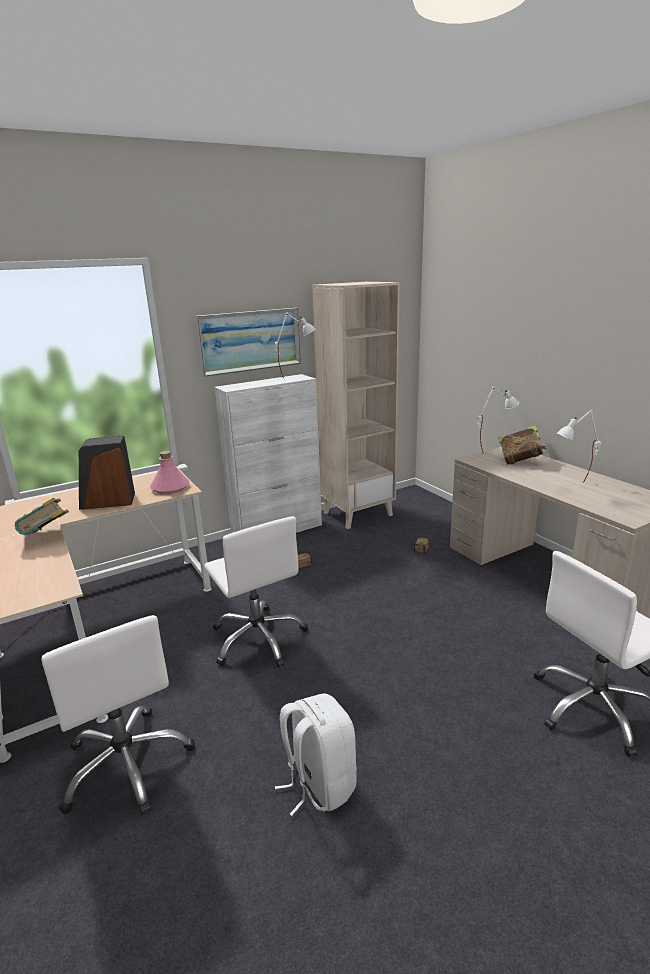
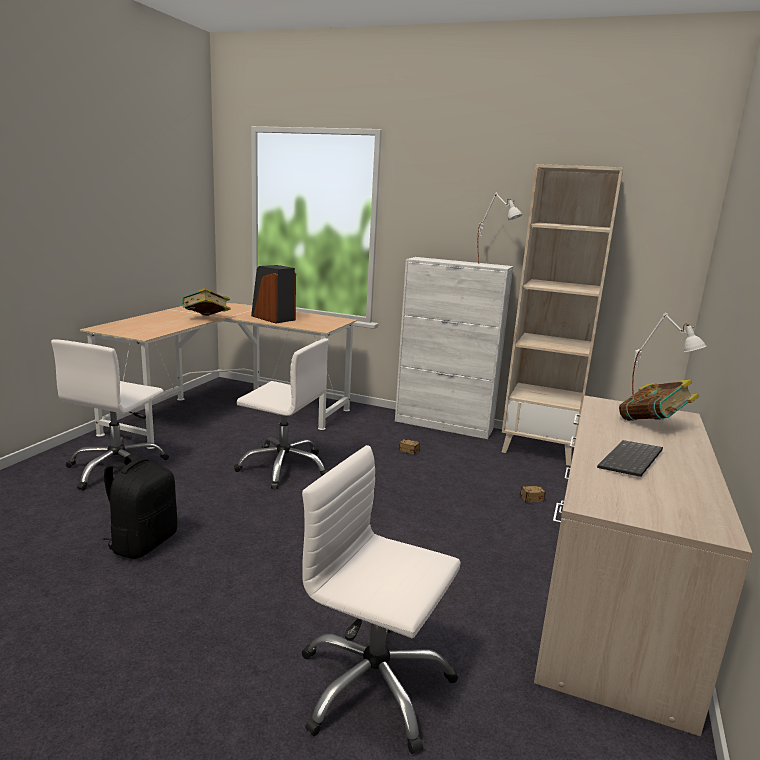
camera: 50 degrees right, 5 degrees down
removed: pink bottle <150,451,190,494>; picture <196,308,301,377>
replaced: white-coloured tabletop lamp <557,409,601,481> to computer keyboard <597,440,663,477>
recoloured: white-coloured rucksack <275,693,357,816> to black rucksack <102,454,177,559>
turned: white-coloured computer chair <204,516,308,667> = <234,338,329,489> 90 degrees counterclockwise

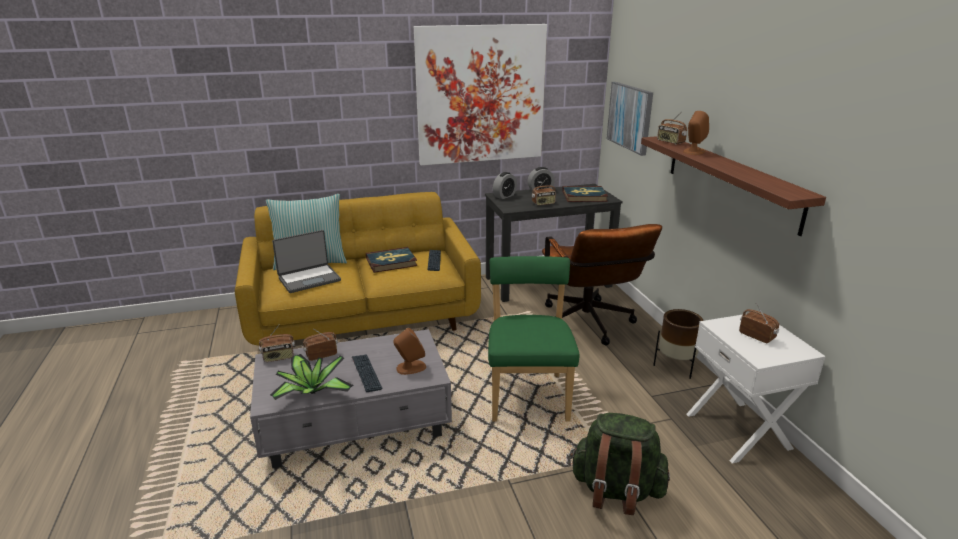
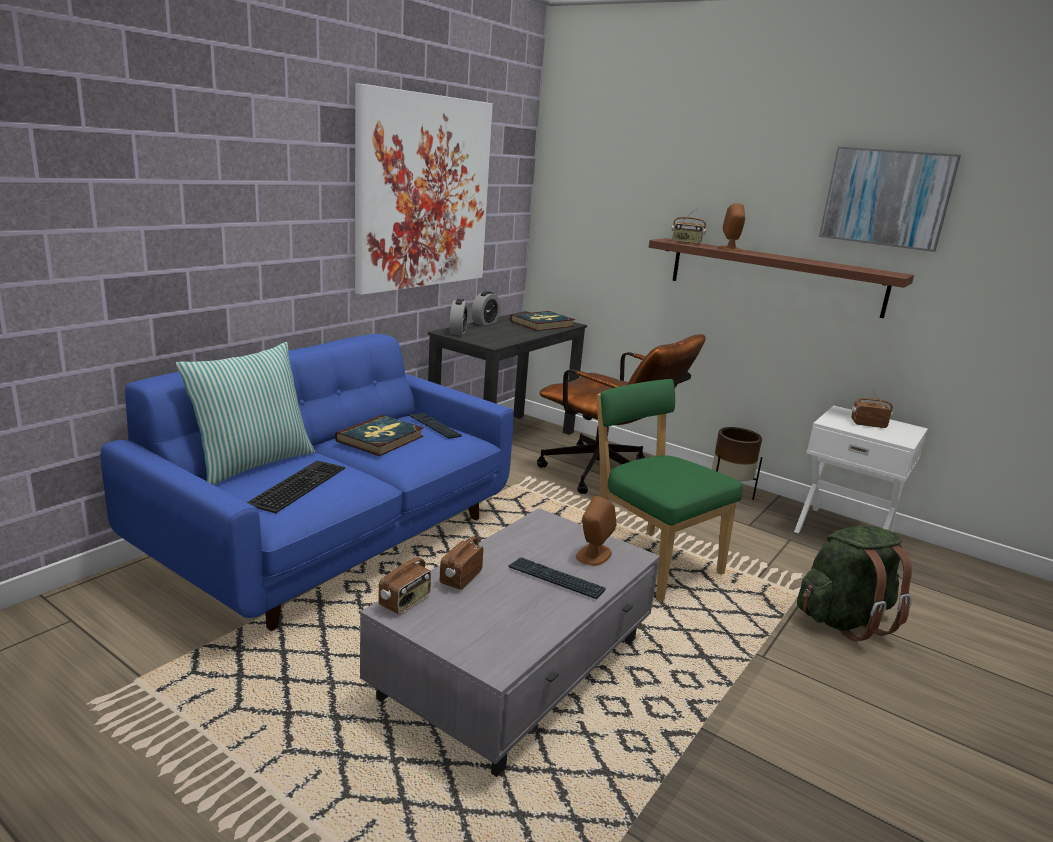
camera: 40 degrees left, 5 degrees down
removed: plant in a pot <270,354,354,400>; radio set <532,178,556,205>
moved: picture <606,82,653,156> to <819,147,961,252>
replaced: notebook computer <272,230,341,293> to computer keyboard <247,461,345,513>
recoloured: yellow-coloured couch <235,192,481,345> to blue-coloured couch <101,334,514,631>

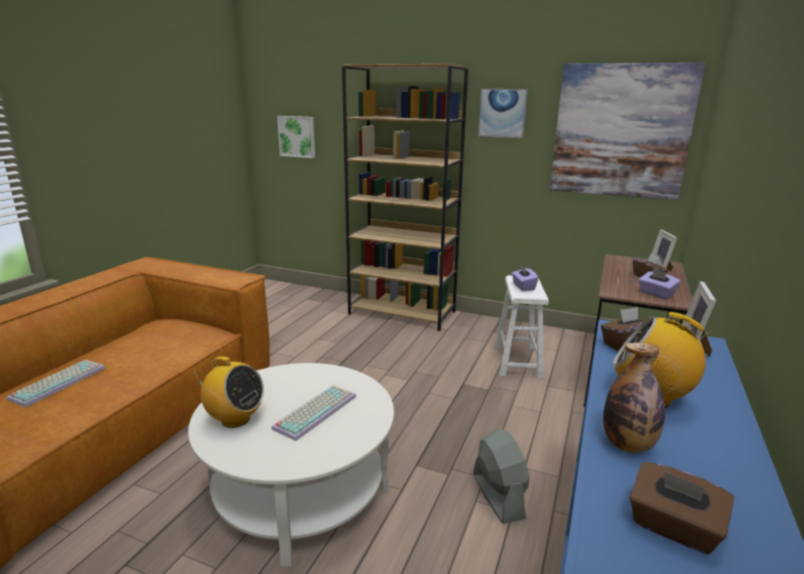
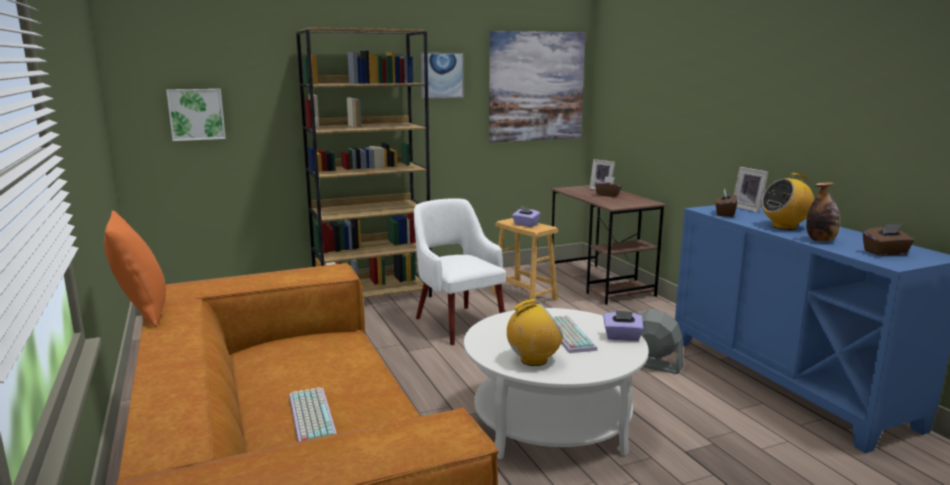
camera: 45 degrees left, 5 degrees down
added: orange-coloured cushion <104,211,166,327>; white-coloured armchair <414,198,506,345>
moved: purple-coloured tissue holder <638,269,681,299> to <603,310,644,341>
recoloured: white-coloured stool <495,275,549,379> to brownish stool <492,218,558,304>

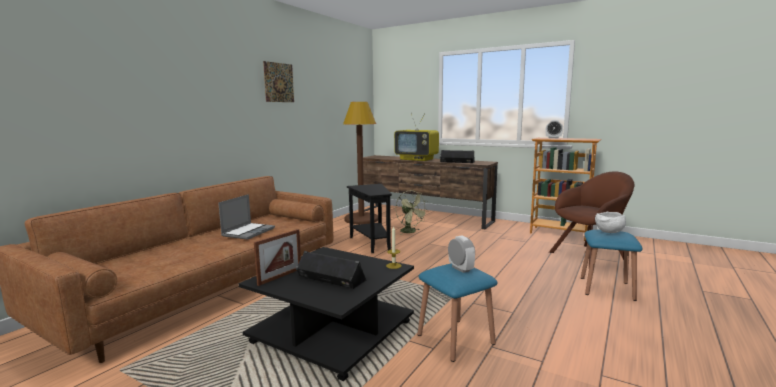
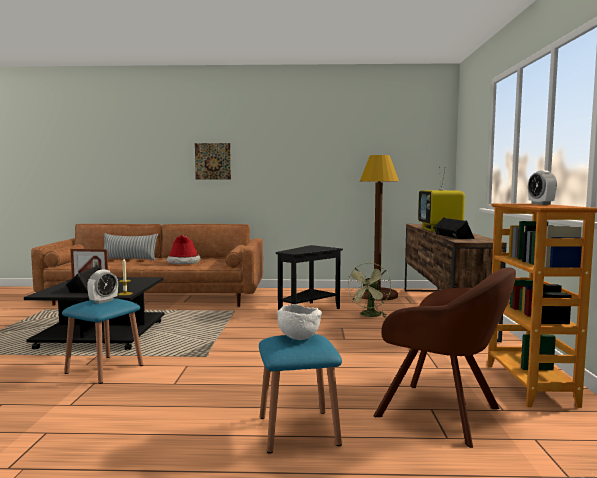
camera: 60 degrees right, 5 degrees down
added: cushion <104,233,158,261>
moved: picture <263,61,294,102> to <195,143,231,179>
replaced: notebook computer <218,194,275,240> to wearable hat <167,235,201,264>

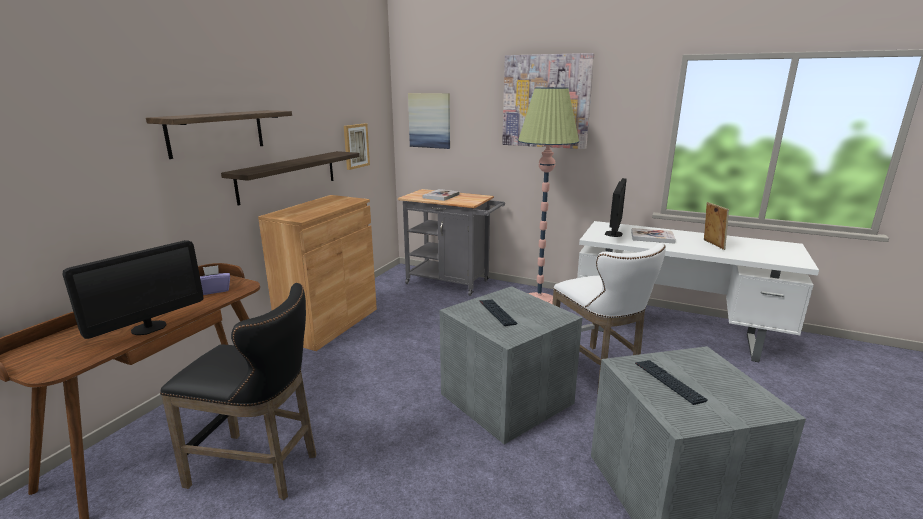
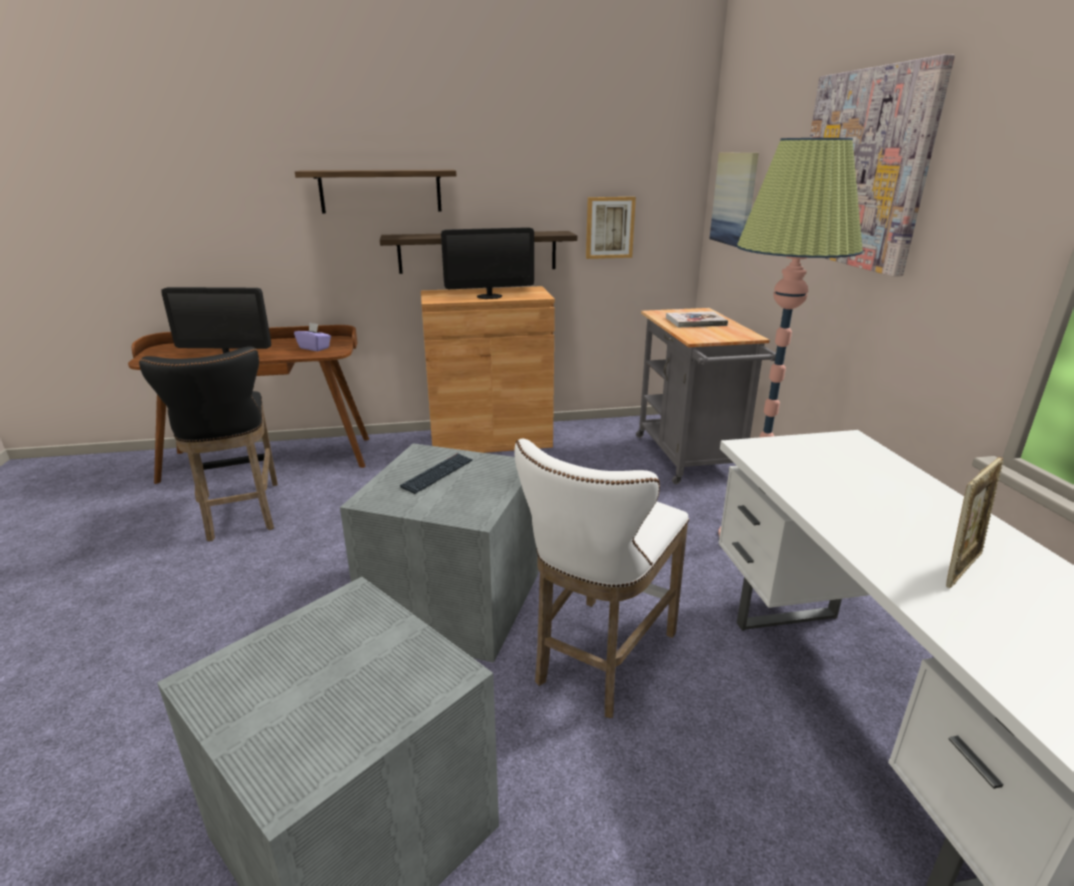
camera: 55 degrees right, 5 degrees up
removed: bound book <631,228,676,244>; computer keyboard <635,360,708,405>
moved: computer display <605,178,627,237> to <441,227,534,299>

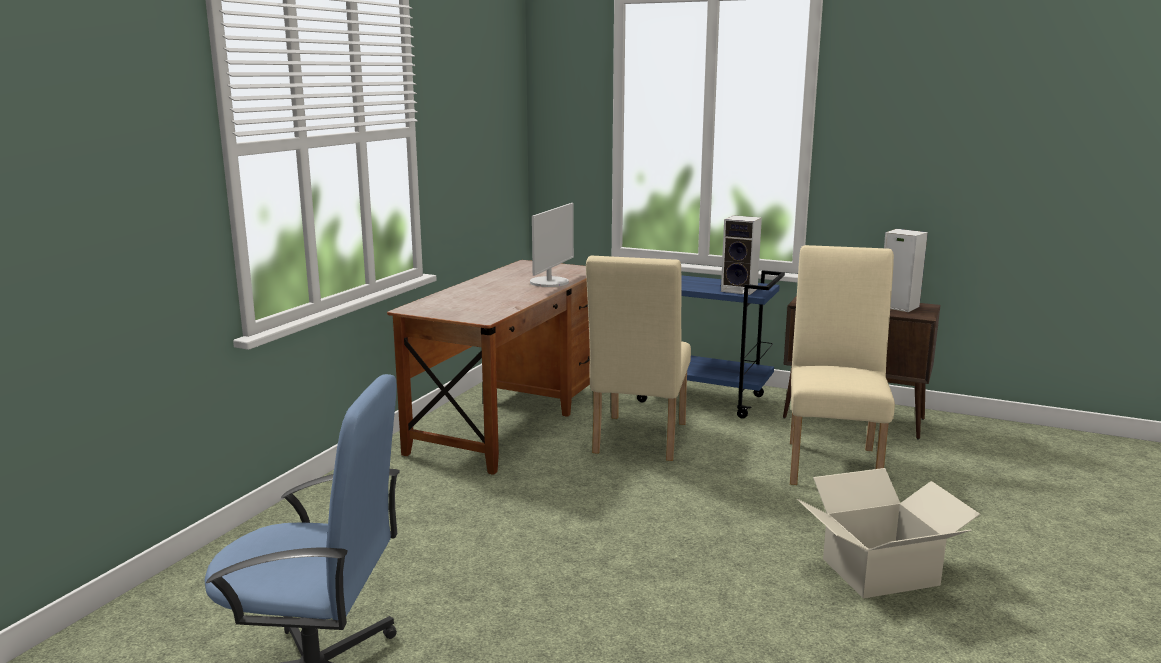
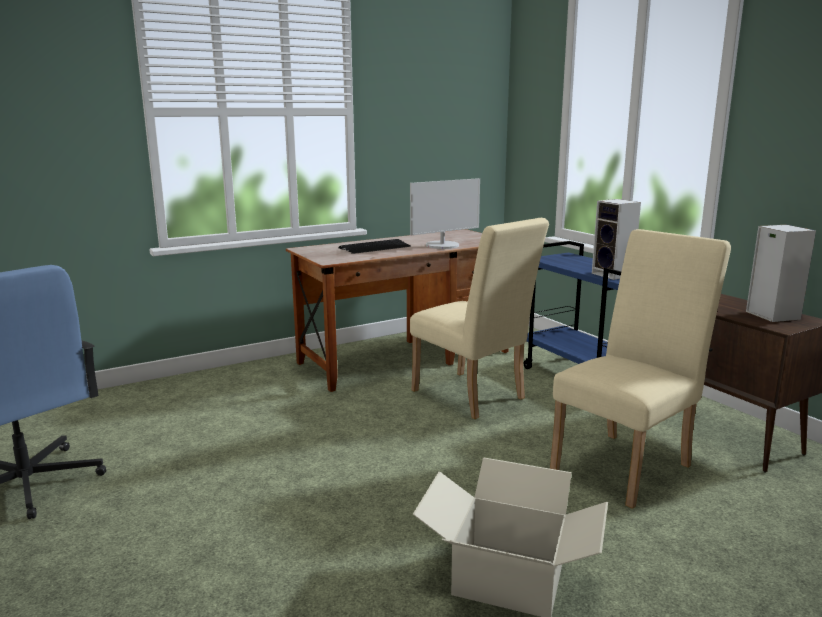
camera: 35 degrees right, 0 degrees up
added: computer keyboard <338,239,411,254>
turned: beige-coloured upright chair <586,256,691,461> = <410,218,549,419> 90 degrees counterclockwise

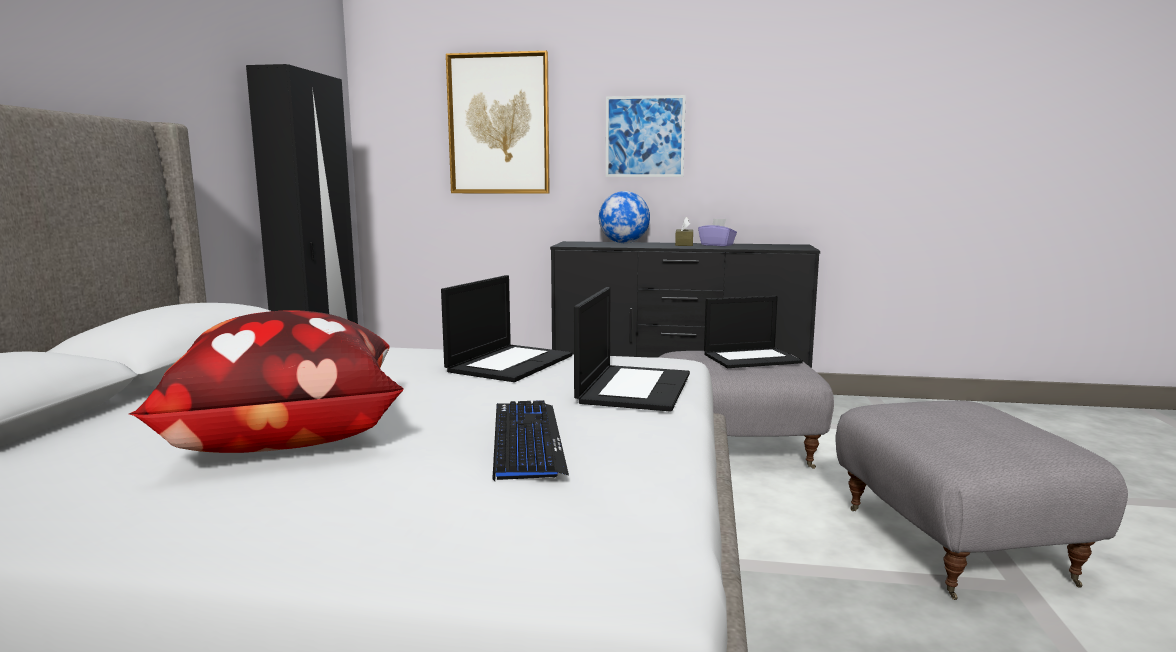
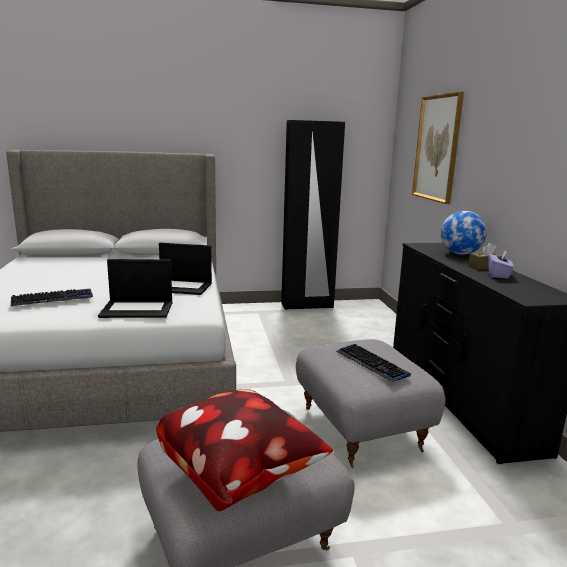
camera: 70 degrees right, 5 degrees up
removed: picture <606,95,686,177>
moved: cushion <129,310,404,453> to <156,389,333,511>
replaced: notebook computer <704,296,803,368> to computer keyboard <336,344,411,382>

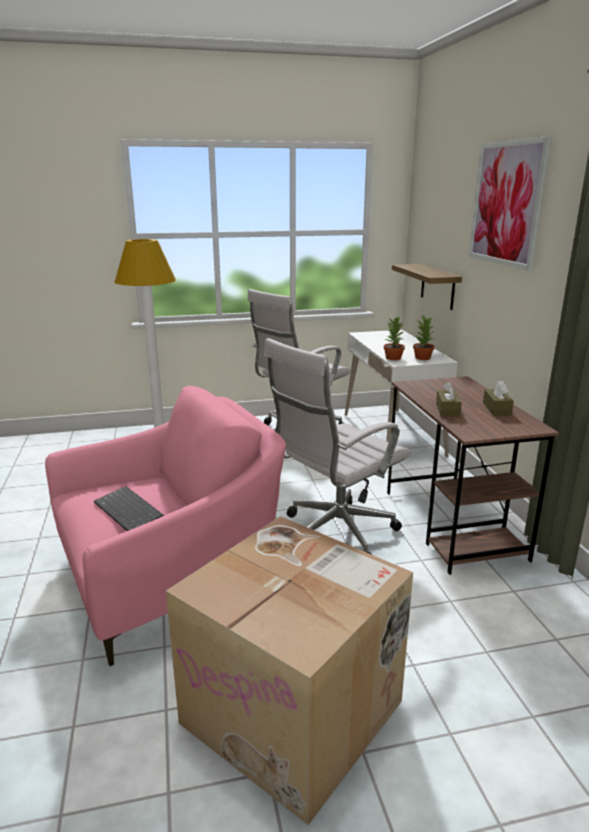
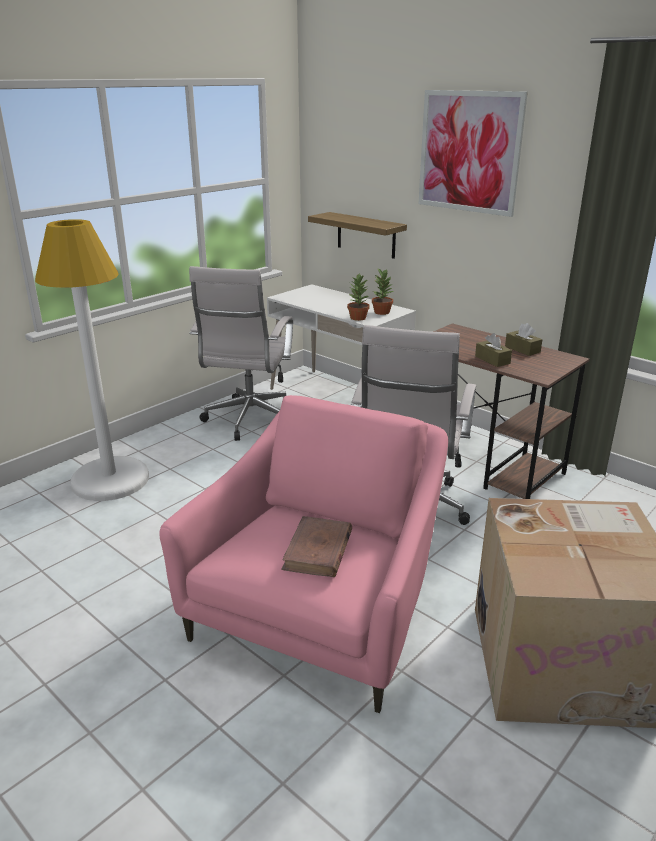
camera: 35 degrees left, 5 degrees up
replaced: computer keyboard <94,486,164,531> to brownish bound book <281,516,352,577>

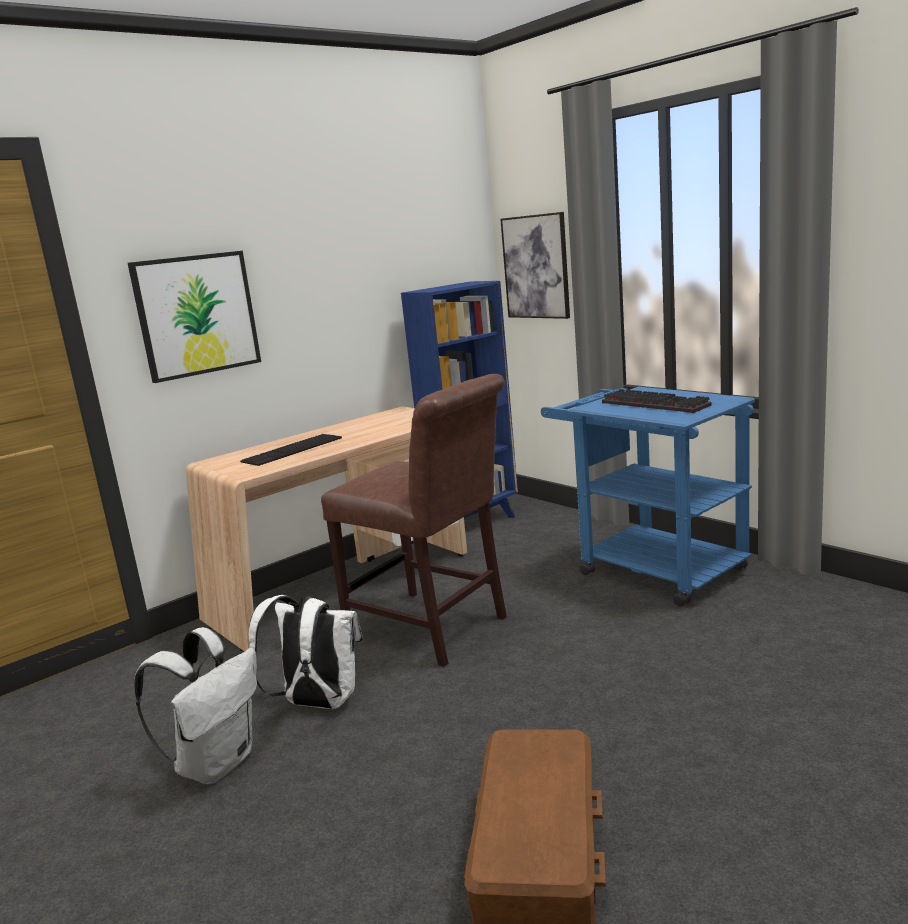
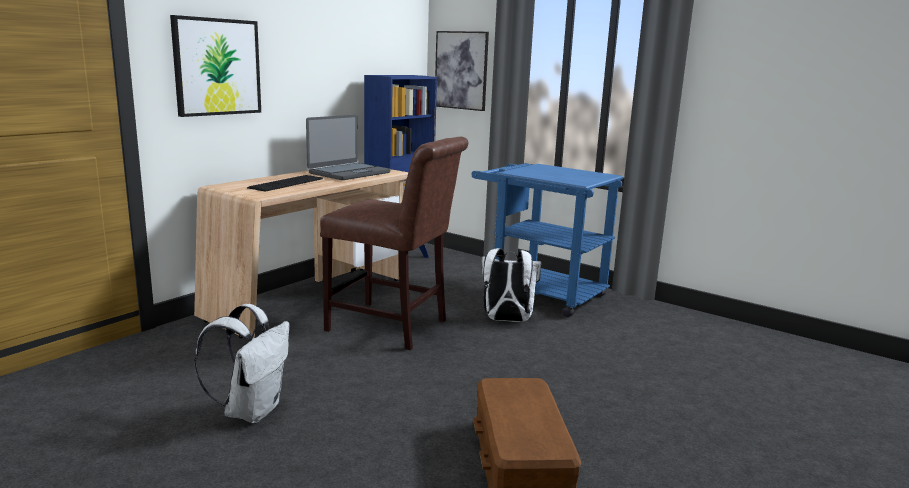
camera: 15 degrees left, 0 degrees up
removed: computer keyboard <602,389,711,413>
added: notebook computer <306,115,390,180>
moved: white-coloured rucksack <249,595,363,709> to <482,248,541,322>

